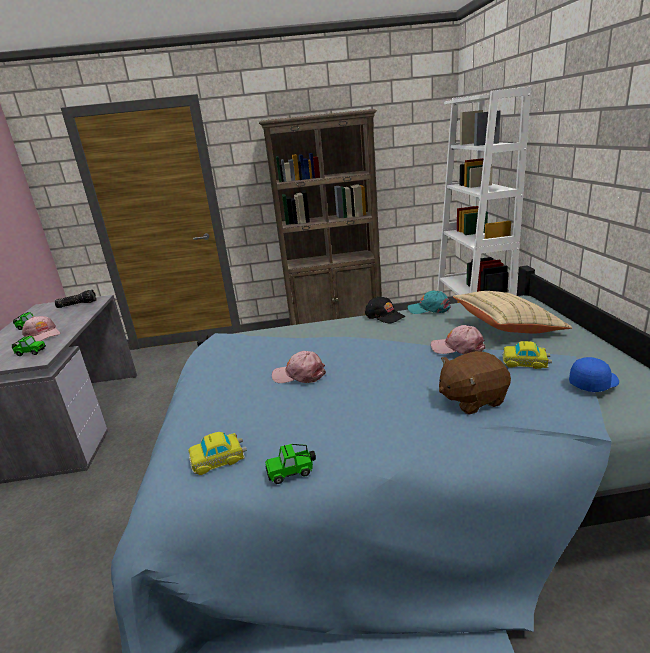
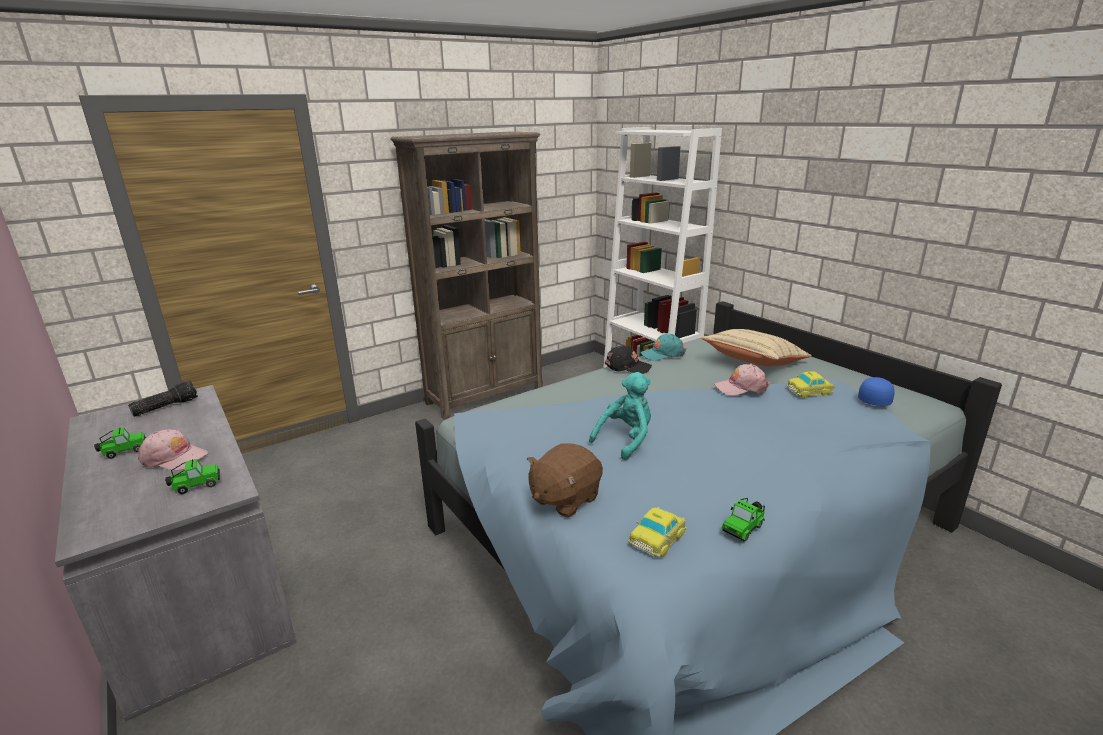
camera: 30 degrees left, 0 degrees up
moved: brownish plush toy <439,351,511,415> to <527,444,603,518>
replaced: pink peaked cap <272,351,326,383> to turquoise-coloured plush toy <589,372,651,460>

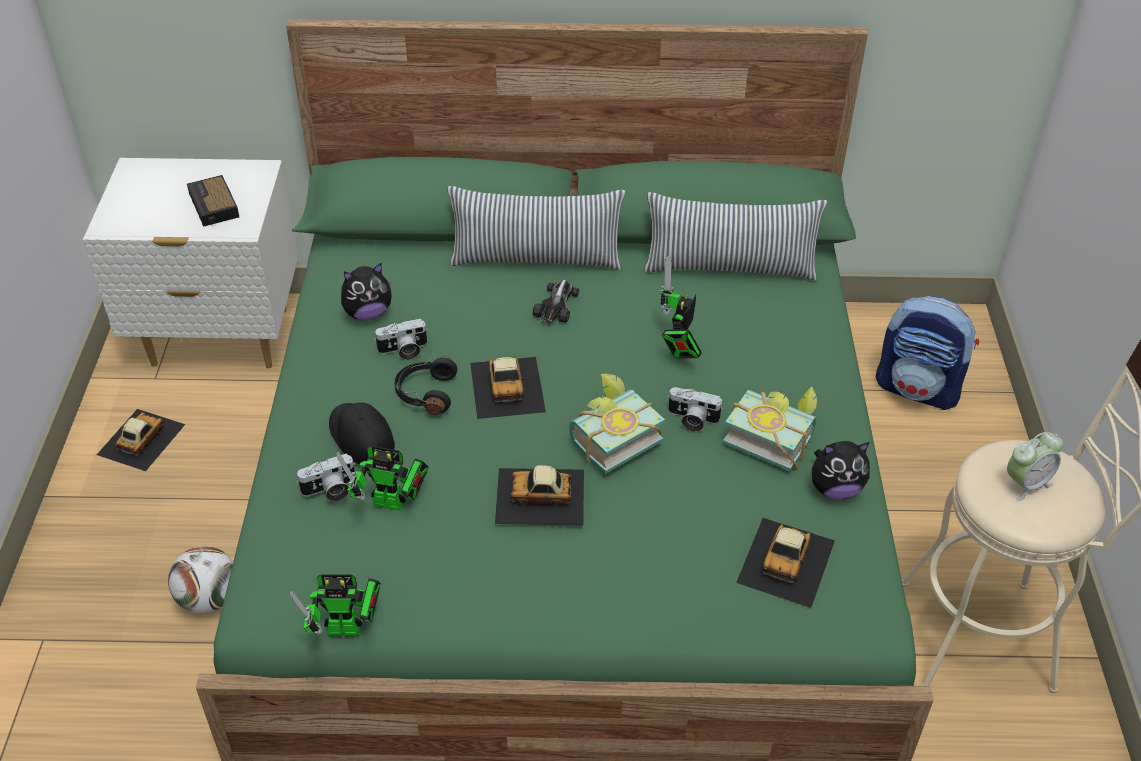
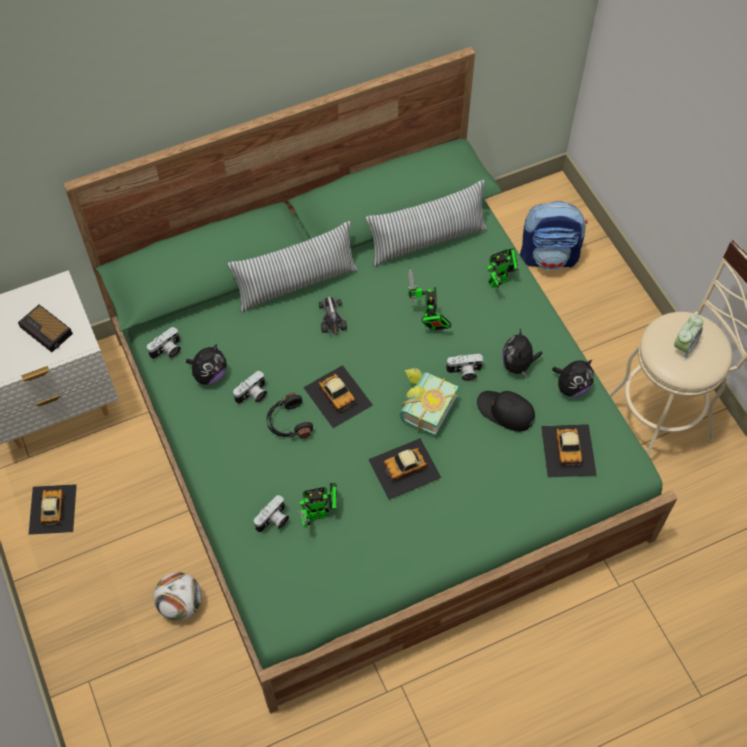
camera: 25 degrees left, 15 degrees up
added: photo camera <147,327,181,359>
moved: black peaked cap <329,402,395,465> to <477,391,535,432>; toy robot <290,574,381,636> to <488,248,518,288>
replaced: bound book <723,386,817,471> to plush toy <502,329,542,377>

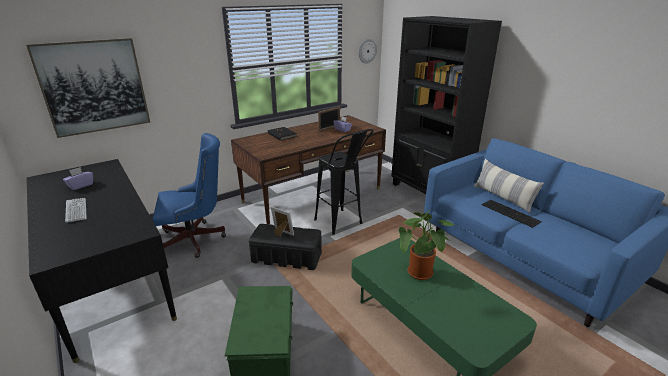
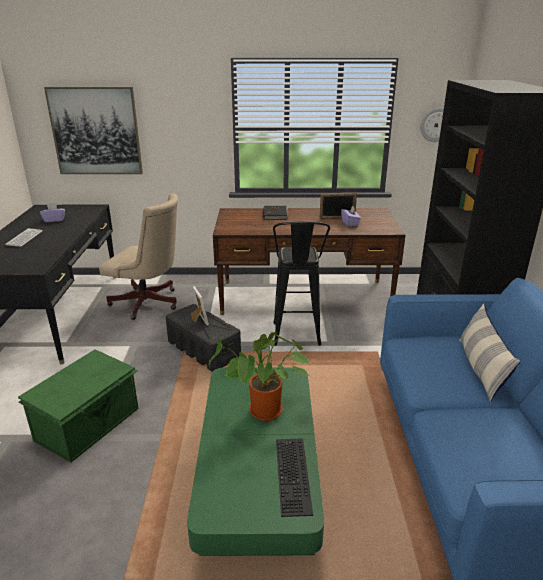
camera: 35 degrees right, 0 degrees up
moved: computer keyboard <481,200,542,228> to <276,439,313,517>
recoloured: blue-coloured computer chair <153,133,226,258> to beige-coloured computer chair <99,193,178,320>

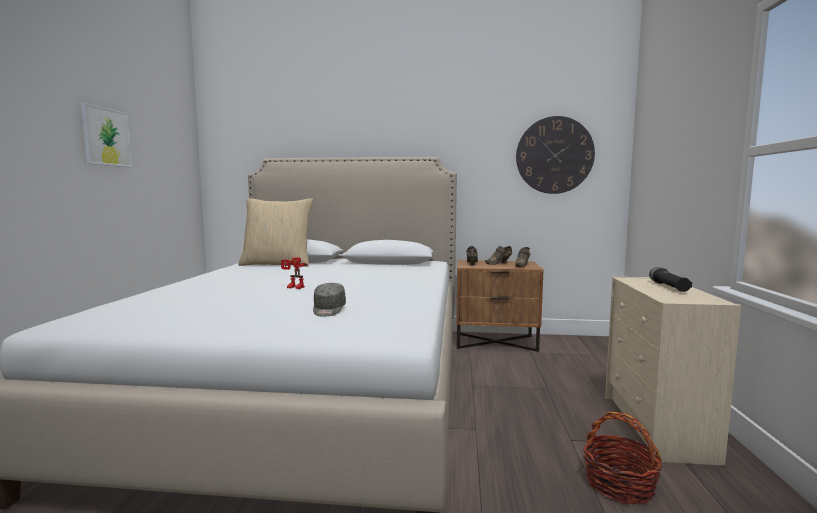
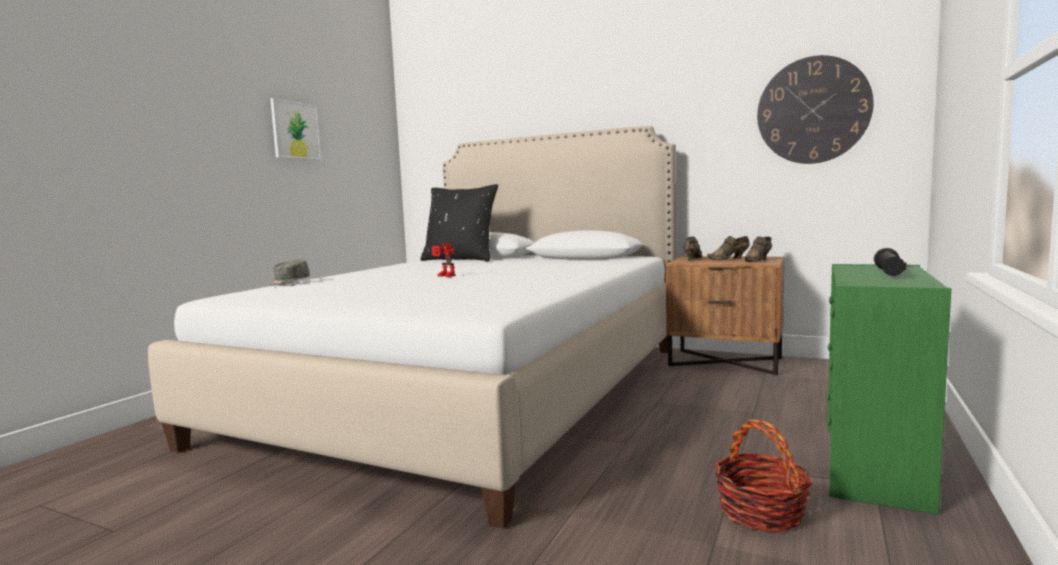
camera: 20 degrees right, 0 degrees up
moved: grey peaked cap <313,283,346,316> to <270,259,310,285>
recoloured: beige-coloured cushion <238,198,313,267> to black cushion <420,184,498,261>; beige-coloured drawer chest <605,277,741,466> to greenish drawer chest <826,264,951,514>

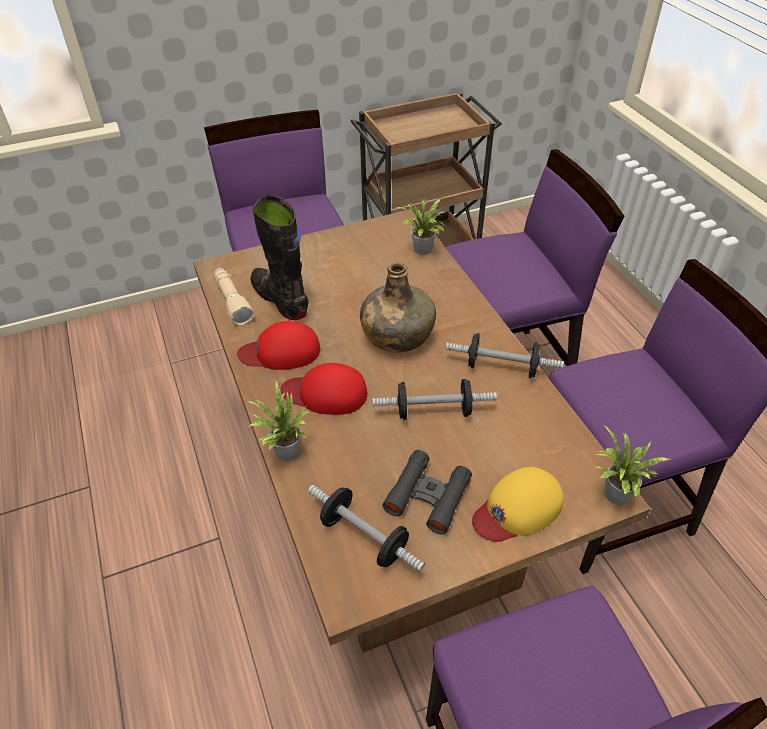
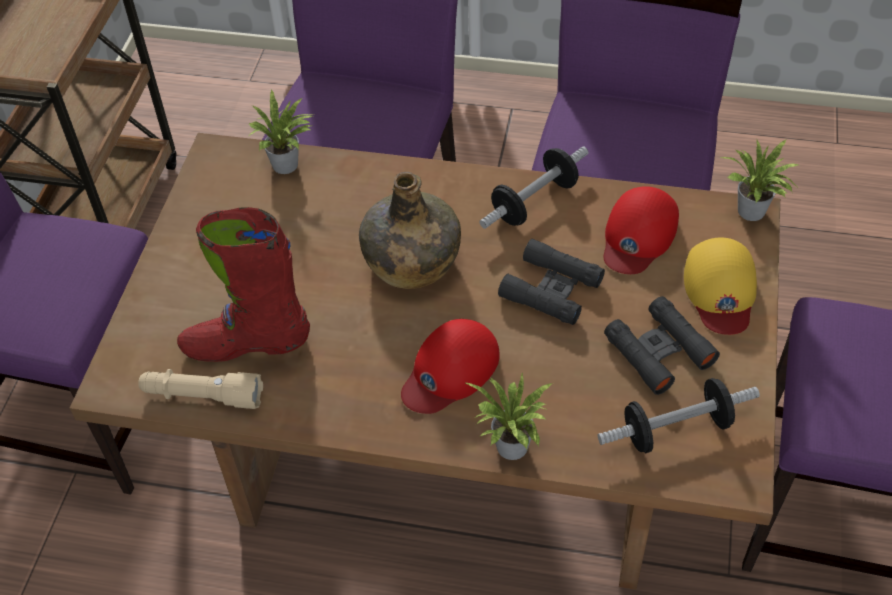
camera: 55 degrees left, 5 degrees up
moved: red-coloured peaked cap <237,321,320,370> to <604,186,679,274>
replaced: hand weight <372,379,497,420> to black field glasses <498,239,605,325>
recoloured: black boot <250,195,309,320> to red-coloured boot <177,207,310,362>

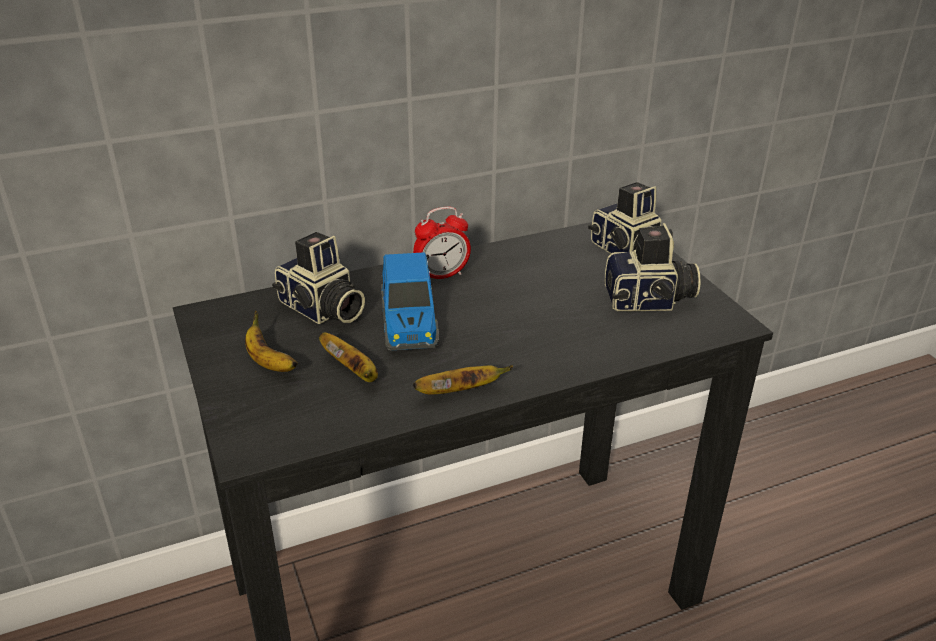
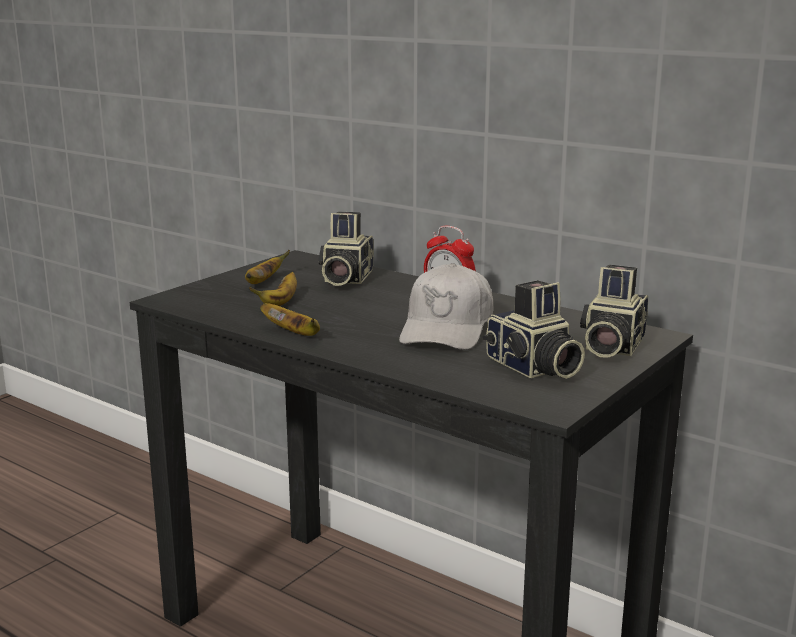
camera: 60 degrees right, 15 degrees down
removed: model car <381,252,439,350>
added: white-coloured peaked cap <399,263,493,350>

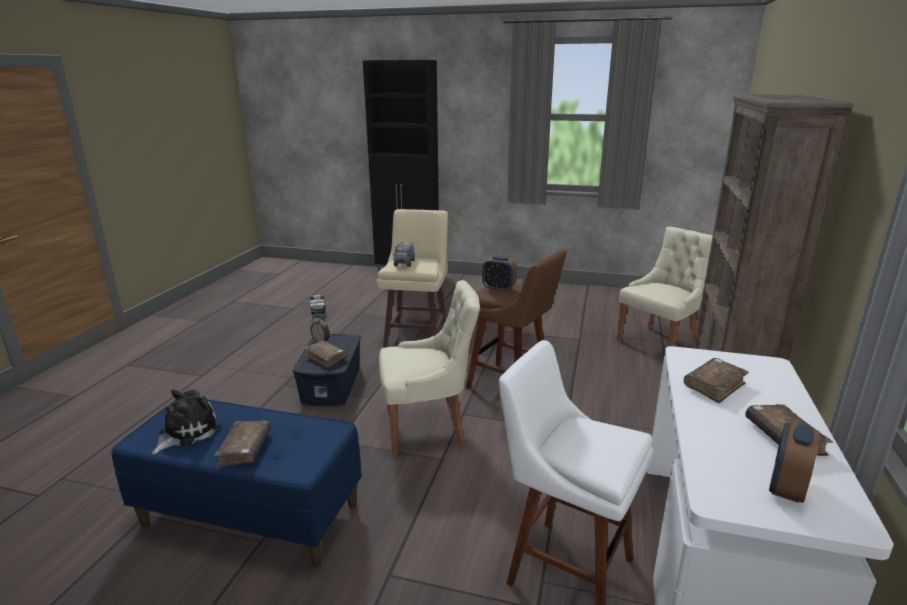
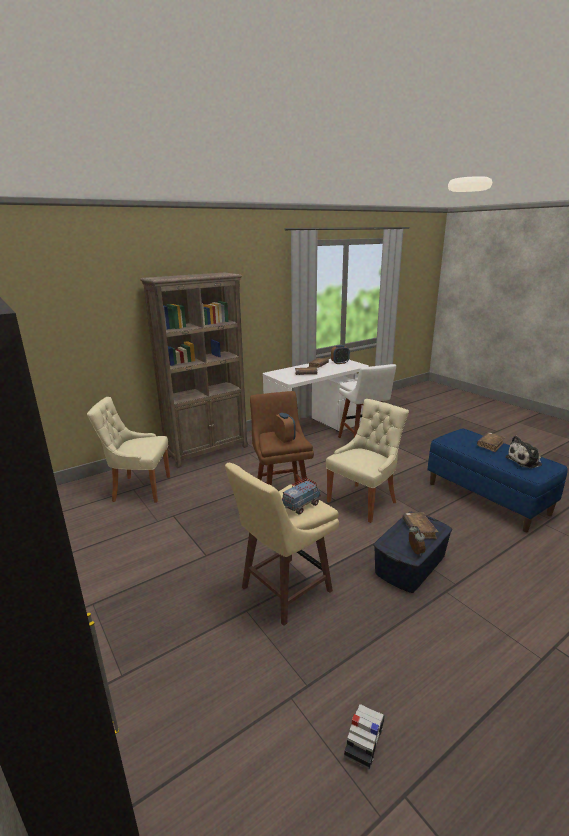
camera: 140 degrees left, 0 degrees up
turned: beige-coloured upright chair <379,280,480,456> = <326,399,409,523> 105 degrees clockwise

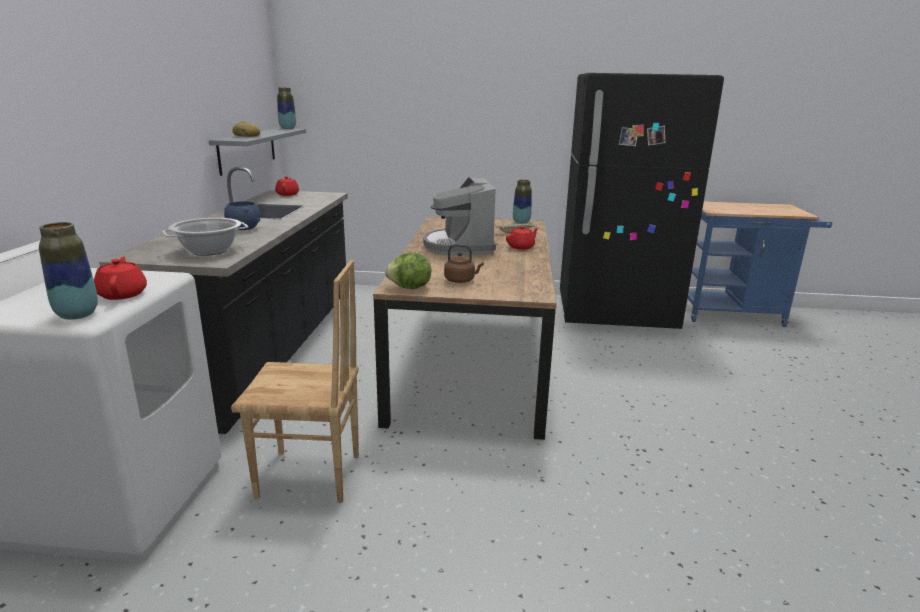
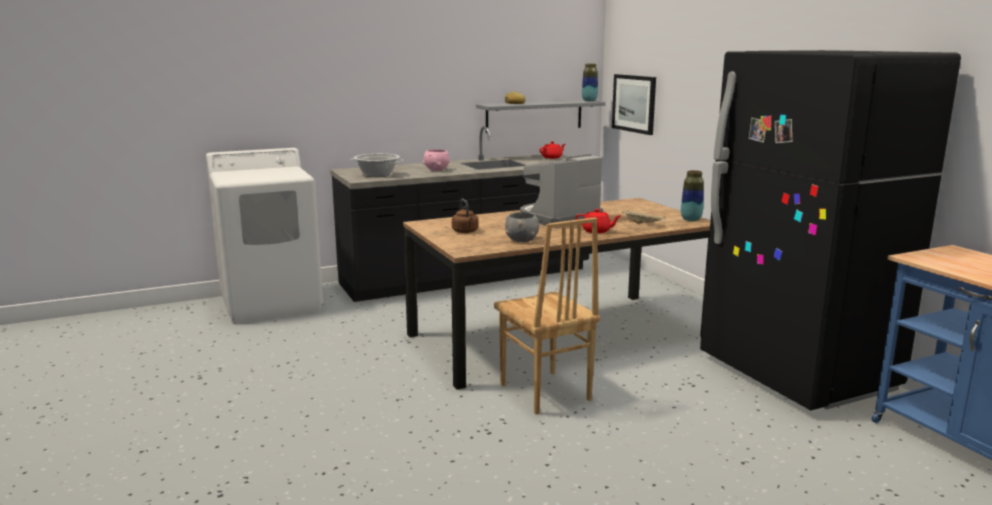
camera: 60 degrees right, 5 degrees down
removed: flower vase <39,222,98,320>; red-coloured pot for tea <94,256,147,300>; head of lettuce <385,252,431,289>
added: grey serving bowl <505,212,539,242>; picture <612,74,656,135>
moved: brownish upright chair <231,260,359,503> to <494,217,600,415>
recoloured: blue-coloured serving bowl <224,201,261,230> to pink serving bowl <423,149,450,171>

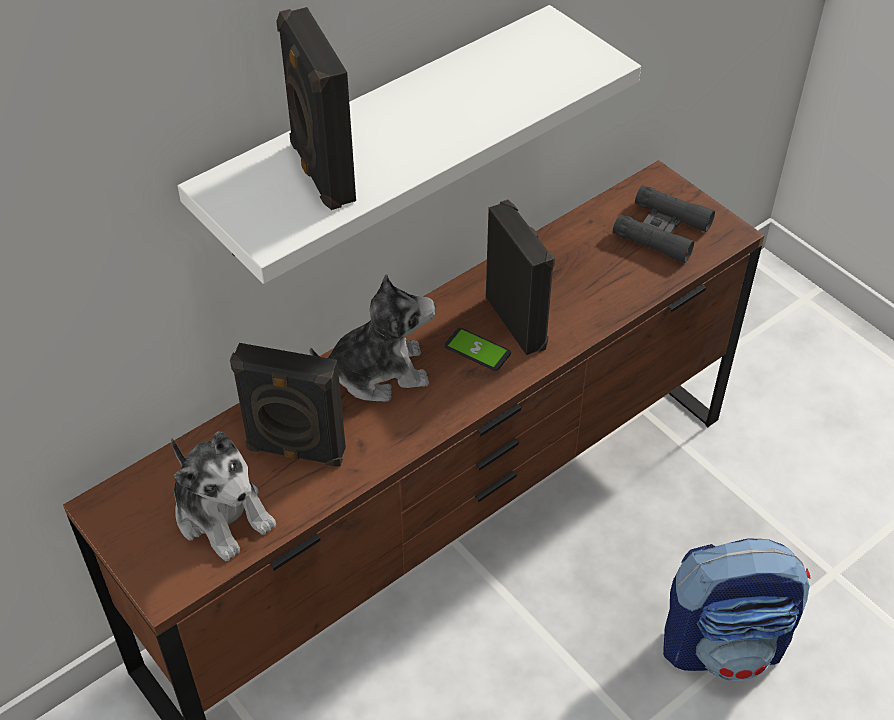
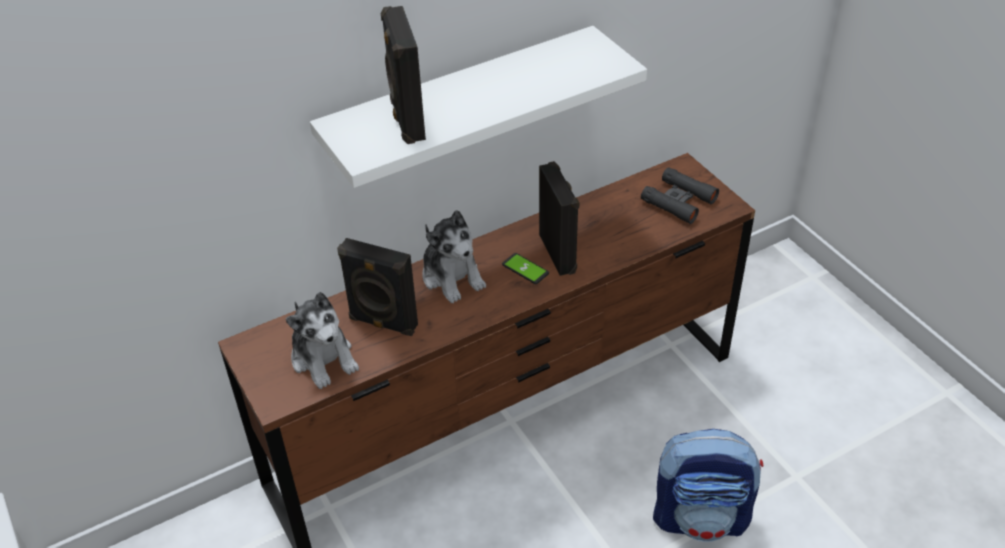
camera: 10 degrees right, 5 degrees down
turned: plush toy <309,274,435,402> = <422,210,486,303> 60 degrees clockwise

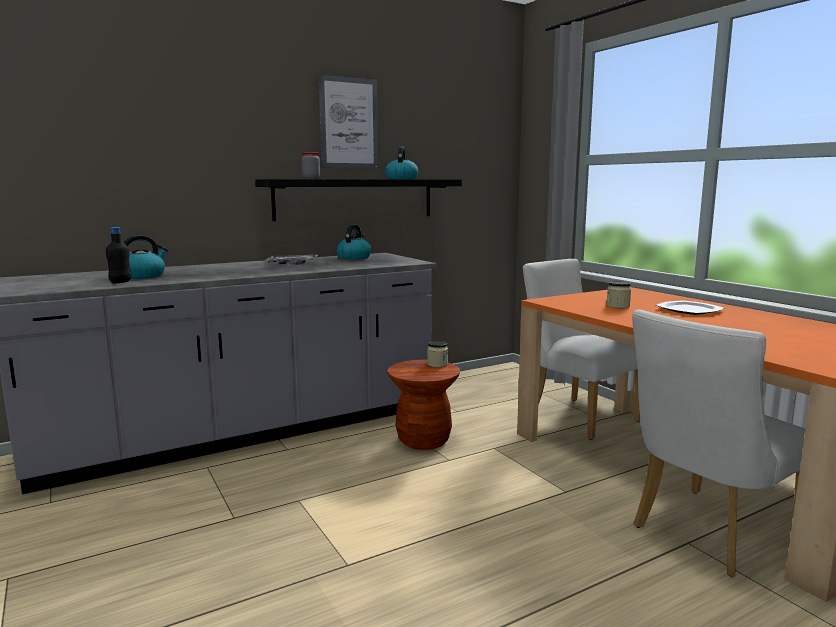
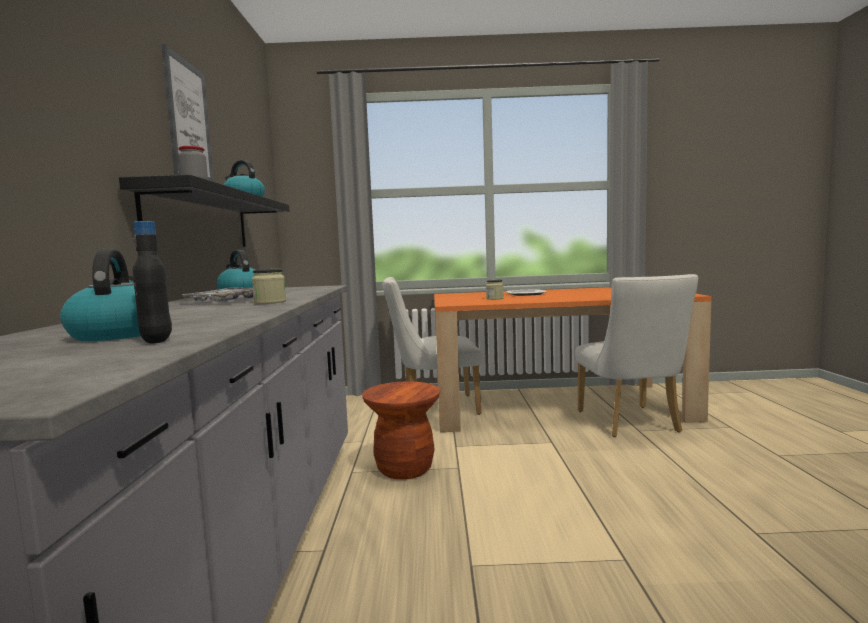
camera: 60 degrees left, 5 degrees down
moved: preserve jar <427,341,448,367> to <252,269,286,304>

